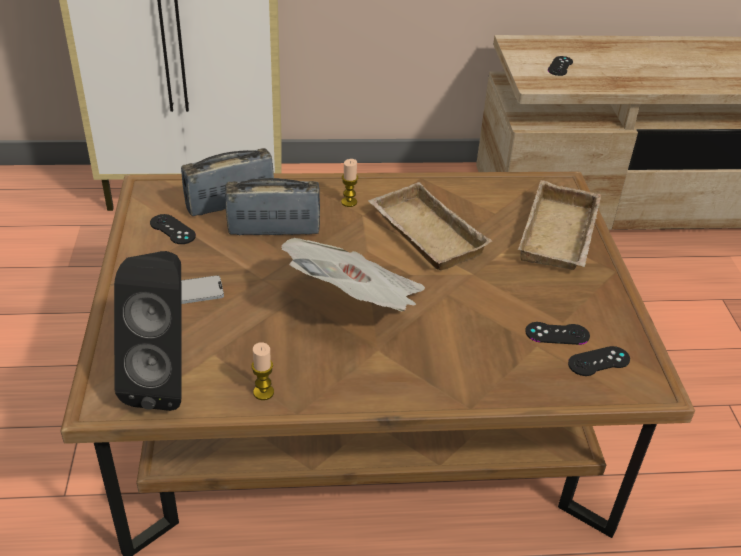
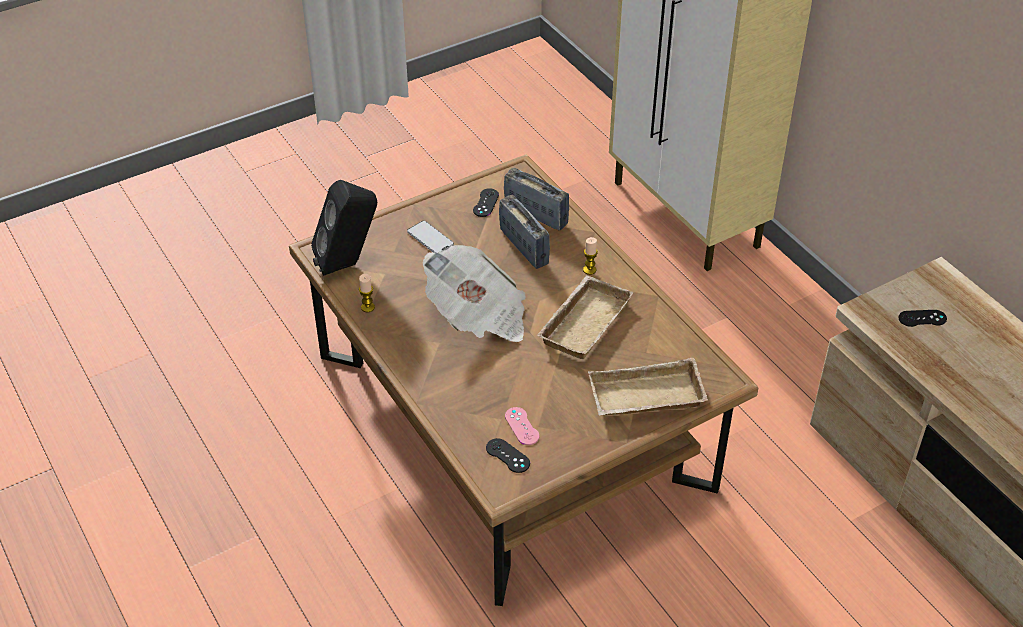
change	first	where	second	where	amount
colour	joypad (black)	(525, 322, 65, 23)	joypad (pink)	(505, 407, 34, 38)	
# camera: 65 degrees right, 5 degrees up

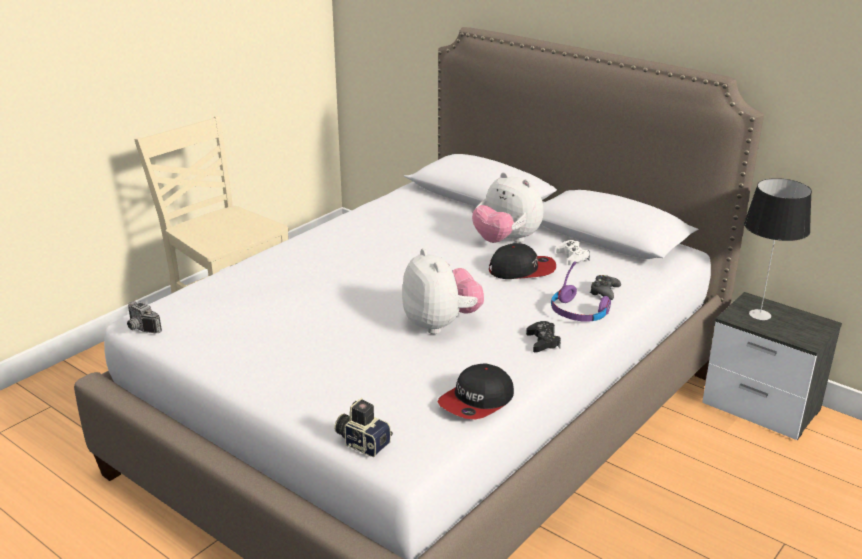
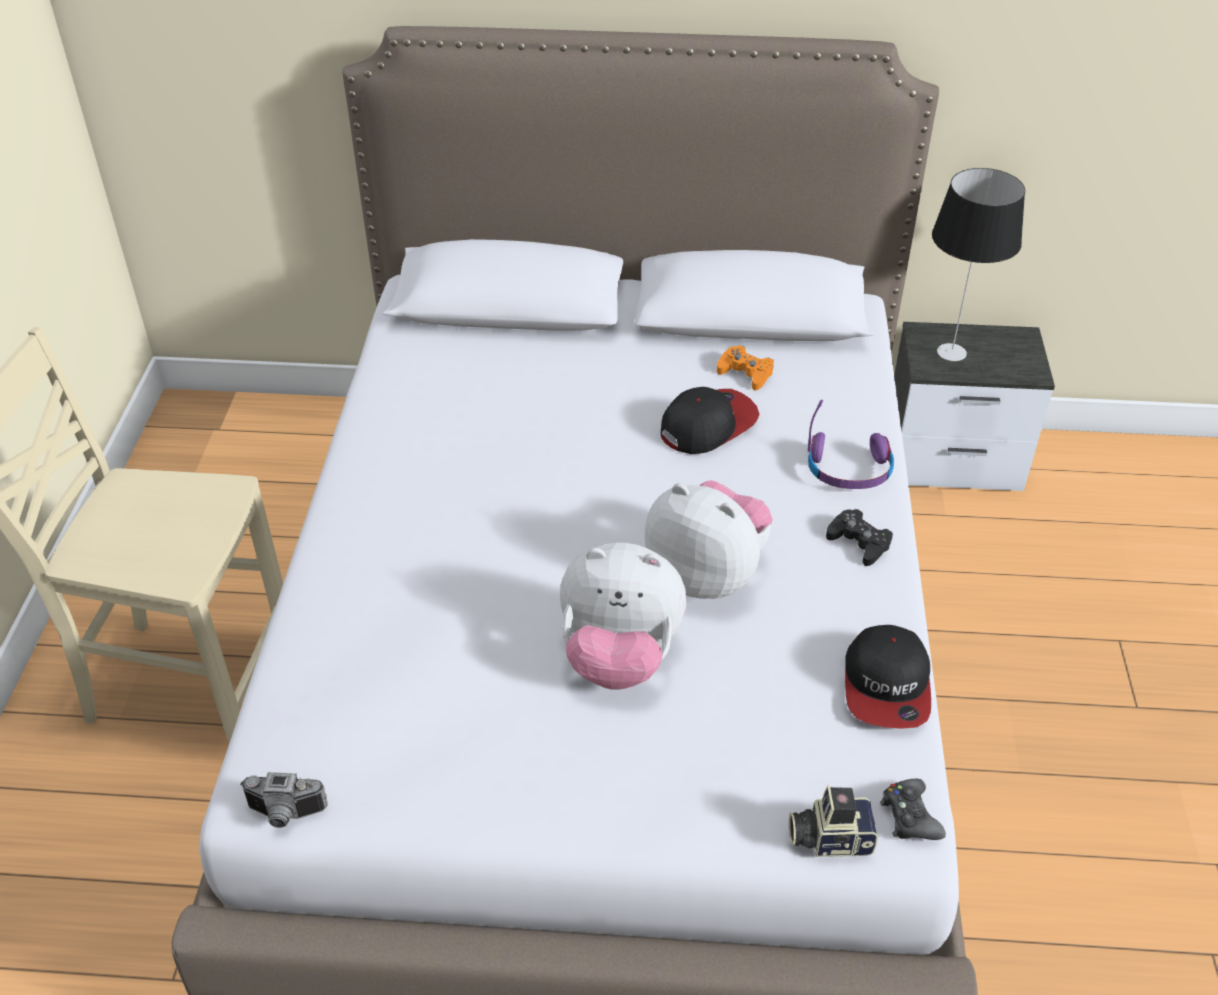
change	first	where	second	where	amount
relocated	cuddly toy	(472, 172, 71, 71)		(560, 543, 126, 147)	
relocated	joypad (black)	(590, 275, 31, 25)		(880, 779, 66, 61)	
colour	joypad (white)	(556, 240, 34, 25)	joypad (orangey)	(717, 346, 57, 44)	
# camera: 35 degrees left, 15 degrees up

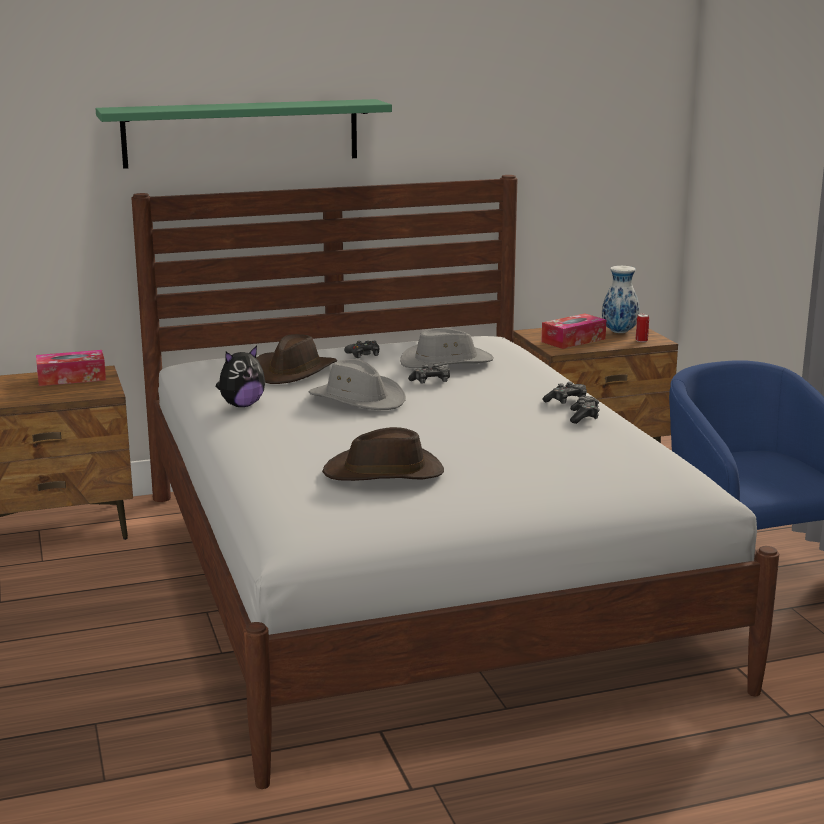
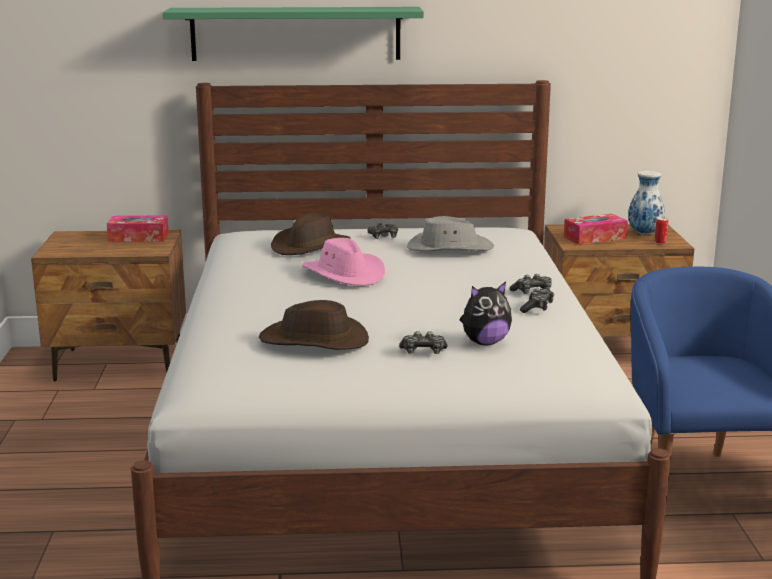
change	first	where	second	where	amount
relocated	cuddly toy	(215, 346, 50, 61)		(460, 282, 52, 63)	
relocated	joypad	(408, 364, 42, 20)		(399, 331, 49, 23)	
colour	hat (greyish)	(309, 359, 97, 51)	hat (pink)	(302, 238, 83, 48)	
# camera: 15 degrees right, 0 degrees up

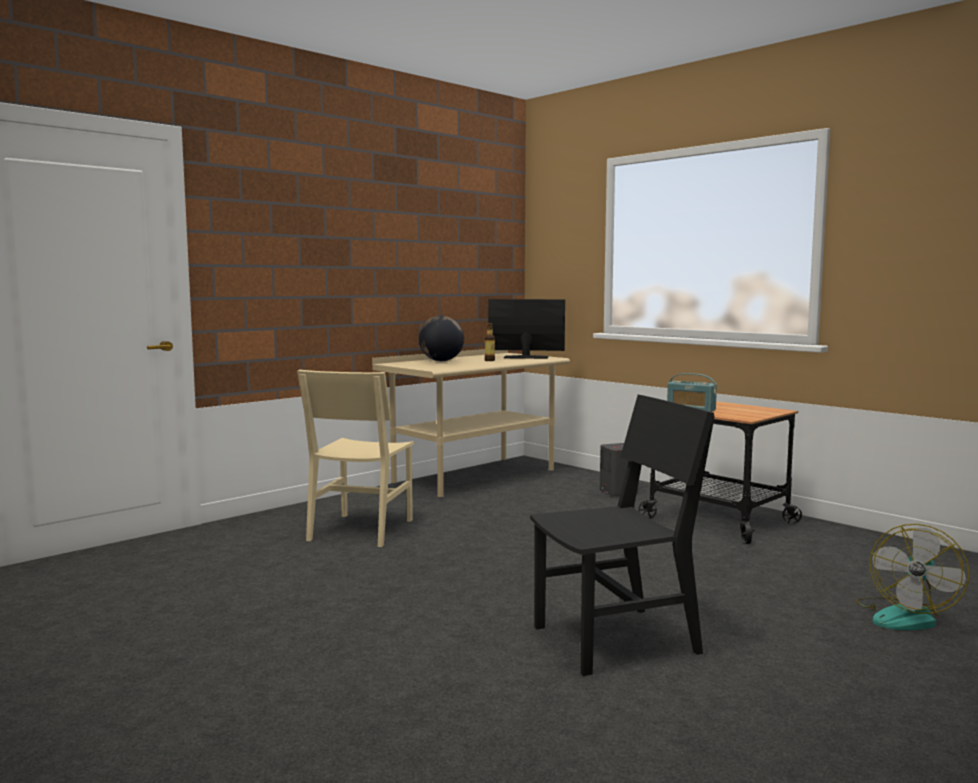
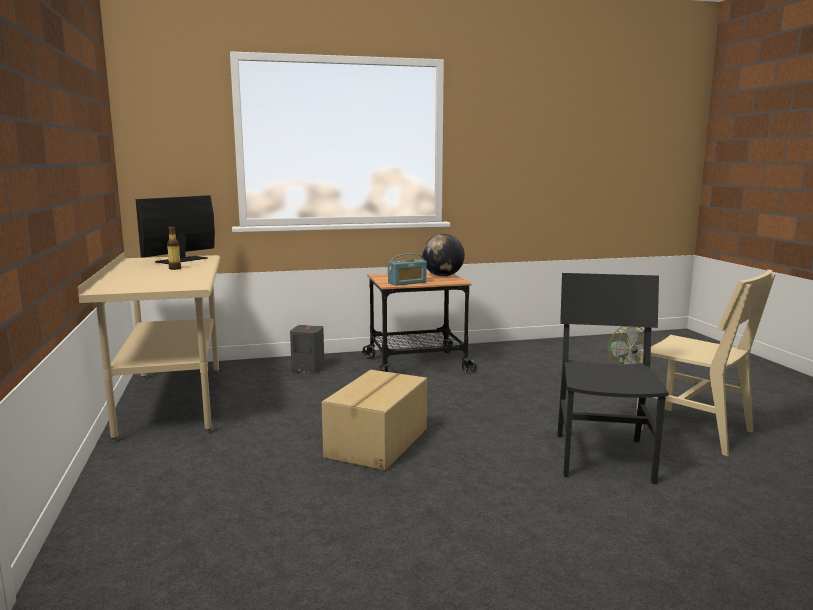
change	first	where	second	where	amount
appeared			packing box	(322, 370, 105, 100)	
relocated	plain chair (sand-coloured)	(297, 370, 118, 177)		(635, 269, 141, 187)	
relocated	desk globe	(418, 316, 46, 45)		(422, 234, 43, 43)	
# camera: 60 degrees left, 5 degrees up

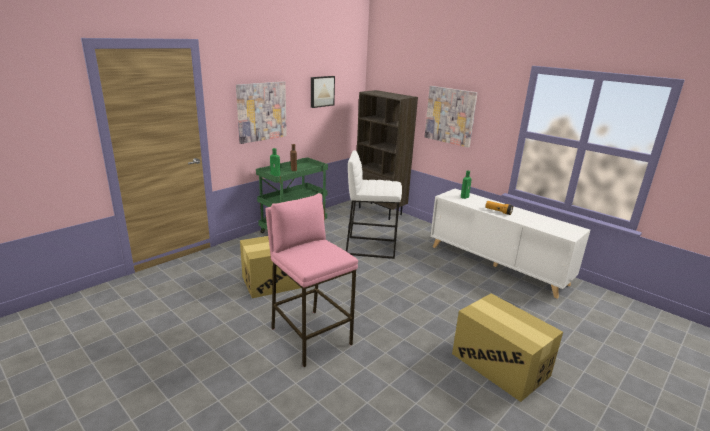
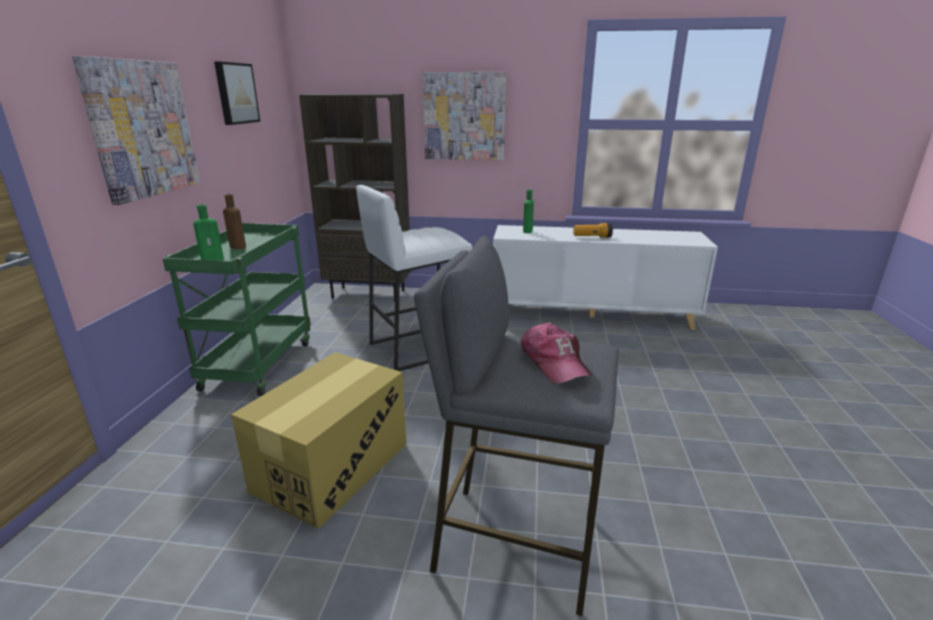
change	first	where	second	where	amount
missing	packing box	(452, 293, 111, 109)			
appeared			cap	(521, 322, 72, 62)	
colour	stool seat (pink)	(265, 193, 93, 174)	stool seat (greyish)	(414, 236, 205, 380)	
# camera: 35 degrees left, 0 degrees up

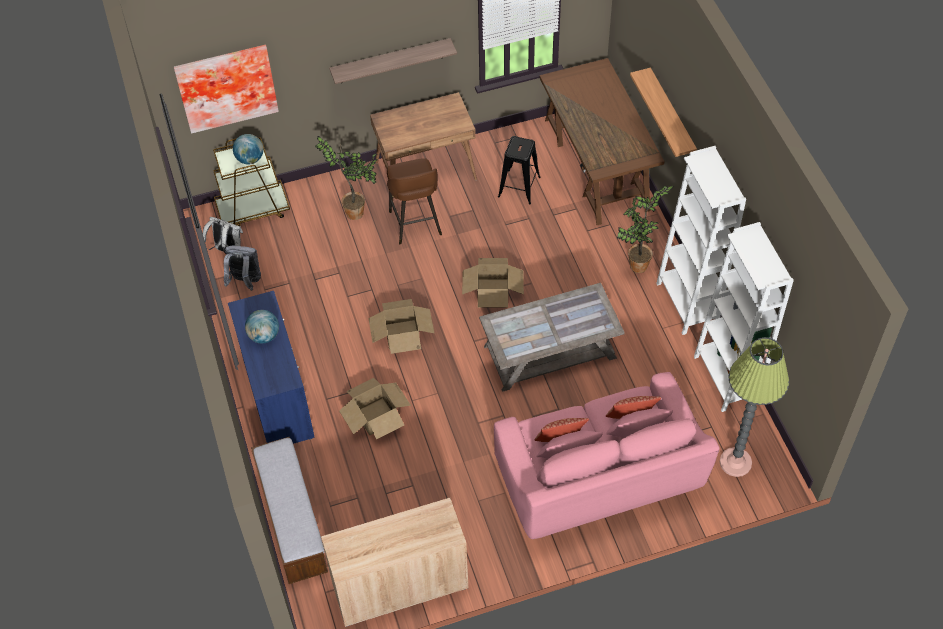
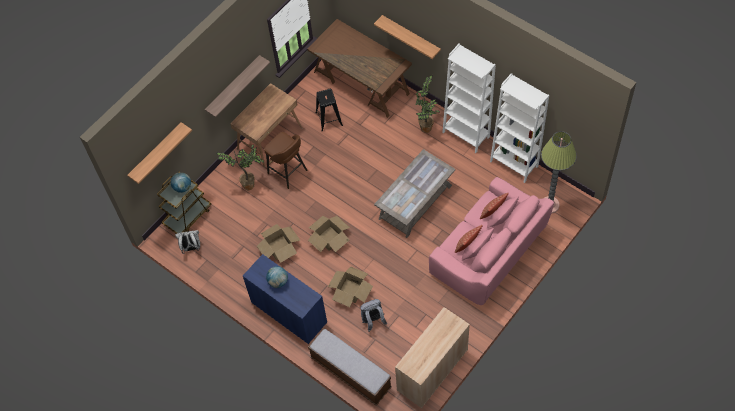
change	first	where	second	where	amount
relocated	knapsack (greyish)	(224, 246, 37, 45)		(360, 299, 27, 33)	
relocated	packing box	(462, 258, 62, 49)		(257, 224, 44, 39)	
exchanged	wall picture	(174, 45, 105, 89)	shelf	(127, 122, 65, 62)	
# camera: 30 degrees left, 5 degrees up

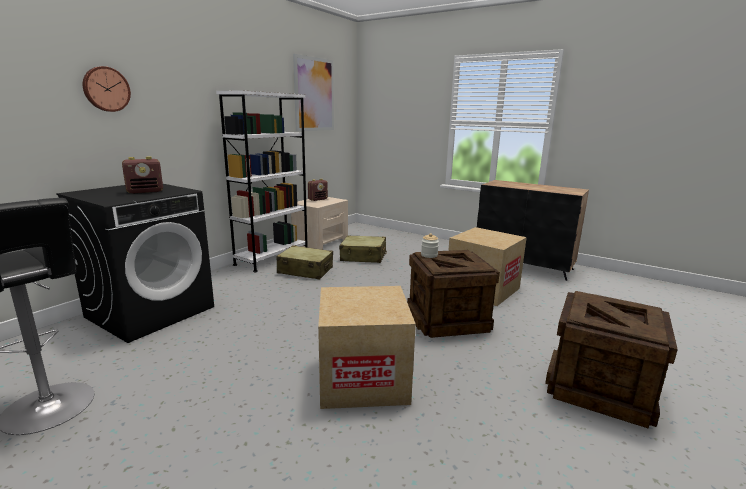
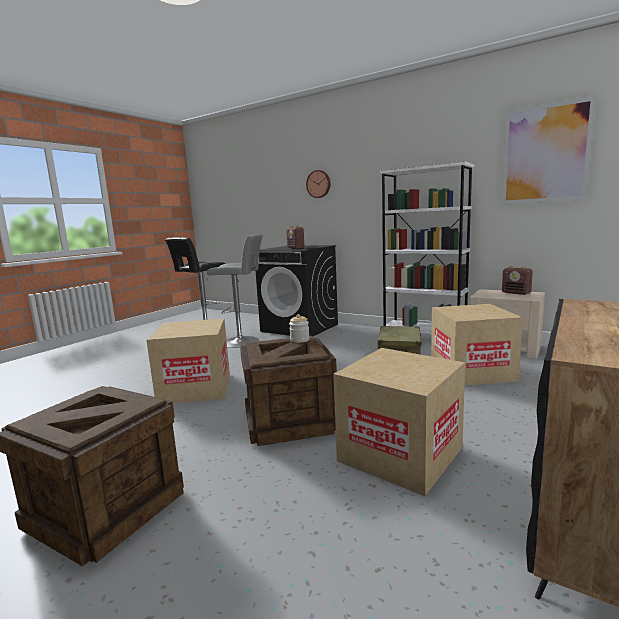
change	first	where	second	where	amount
appeared			stool seat (greyish)	(206, 234, 57, 114)	
exchanged	suitcase (sand-coloured)	(339, 235, 48, 28)	packing box	(431, 304, 92, 81)	
# camera: 90 degrees right, 5 degrees down

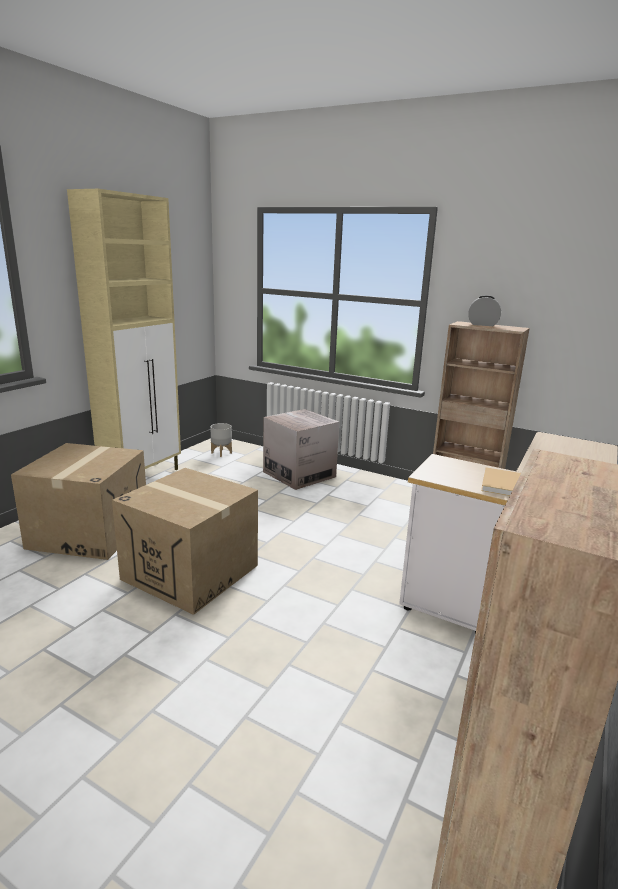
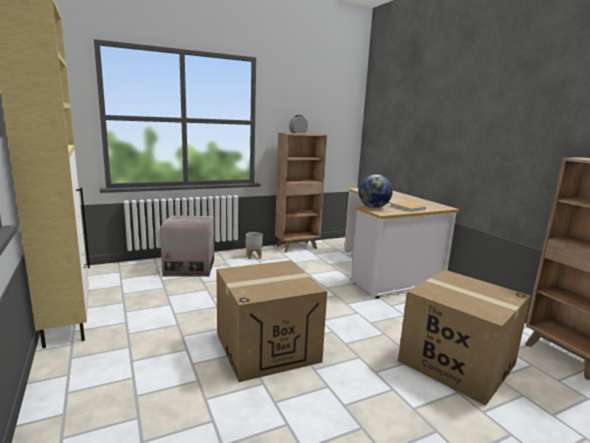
change	first	where	second	where	amount
appeared			desk globe	(358, 174, 35, 34)	
relocated	packing box	(11, 443, 135, 117)		(398, 270, 133, 135)	
relocated	planter (greyish)	(210, 423, 22, 34)		(246, 232, 17, 27)	
# camera: 55 degrees left, 5 degrees down

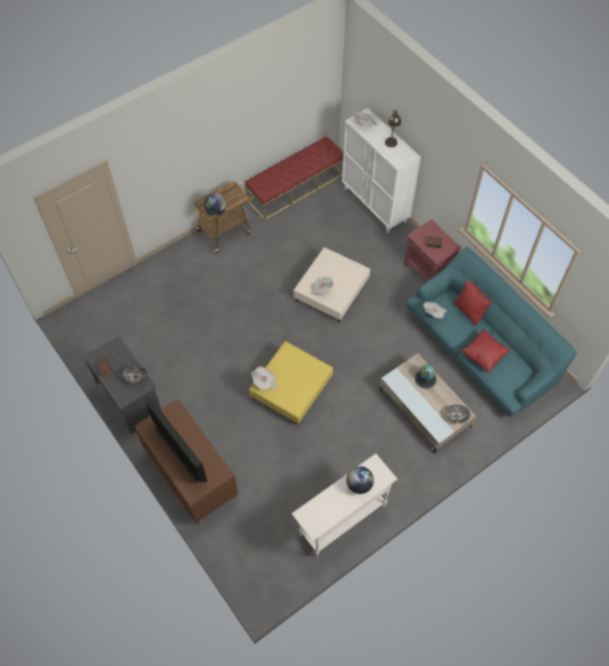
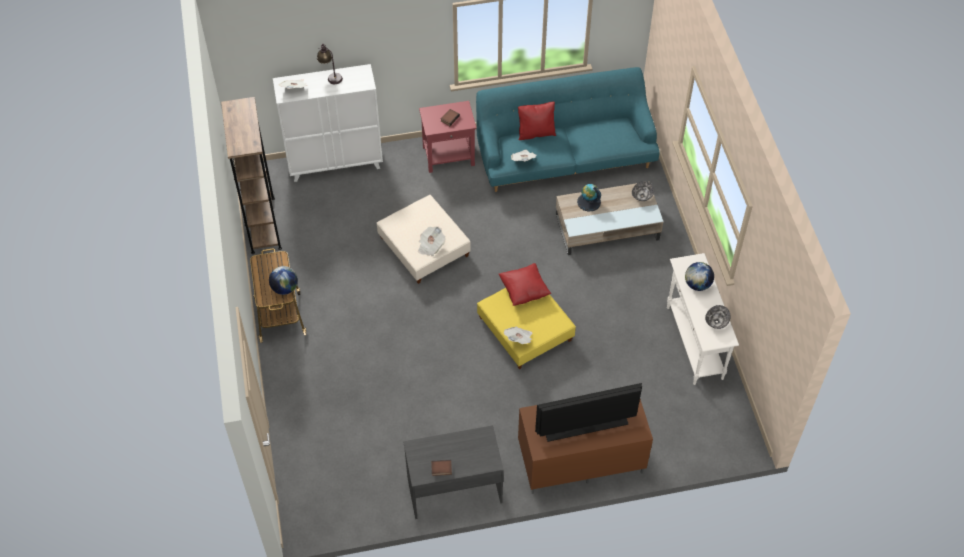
change	first	where	second	where	amount
relocated	serving bowl	(122, 365, 25, 19)		(705, 305, 26, 24)	
relocated	throw pillow (reddish)	(461, 329, 50, 43)		(499, 263, 52, 43)	
exchanged	bench (reddish)	(245, 136, 98, 85)	shelving unit (brown)	(221, 97, 61, 157)	
# camera: 65 degrees left, 5 degrees down

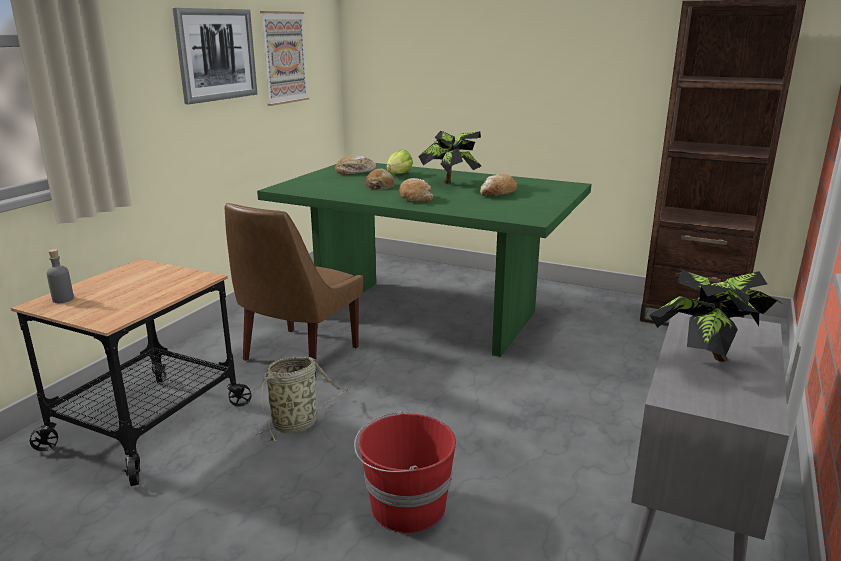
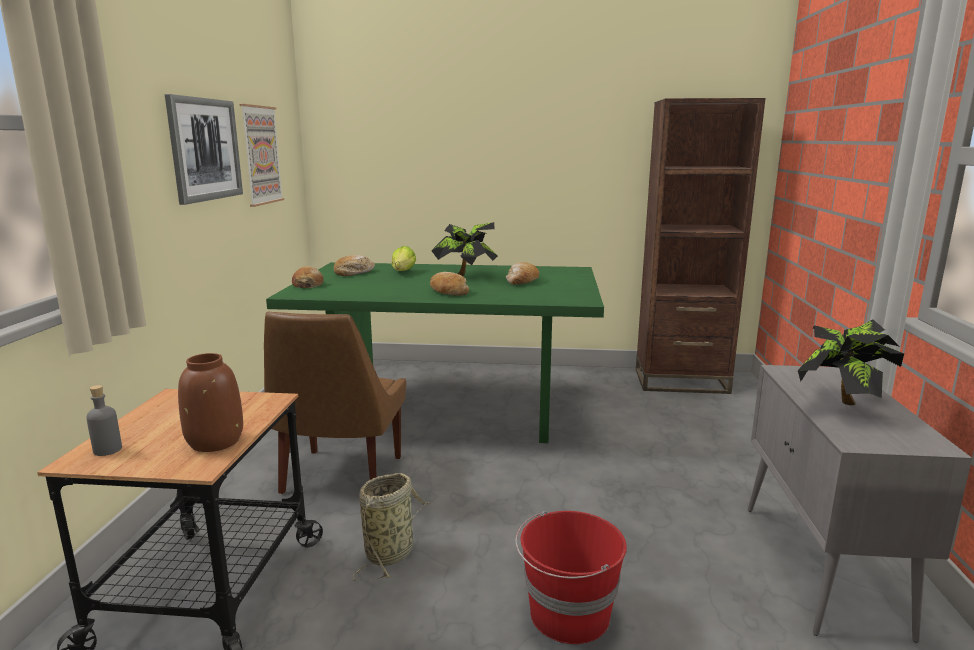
change	first	where	second	where	amount
appeared			vase (brown)	(178, 353, 65, 99)	
relocated	bread	(365, 169, 29, 21)		(292, 266, 31, 22)	
# camera: 20 degrees left, 5 degrees down

